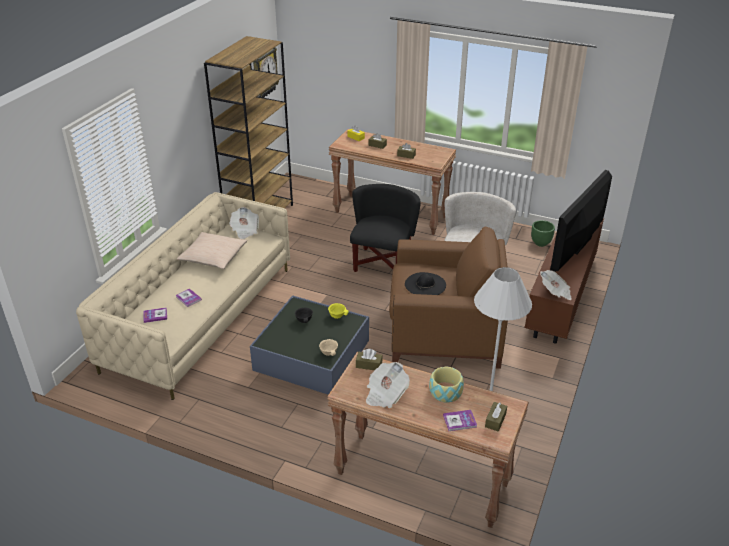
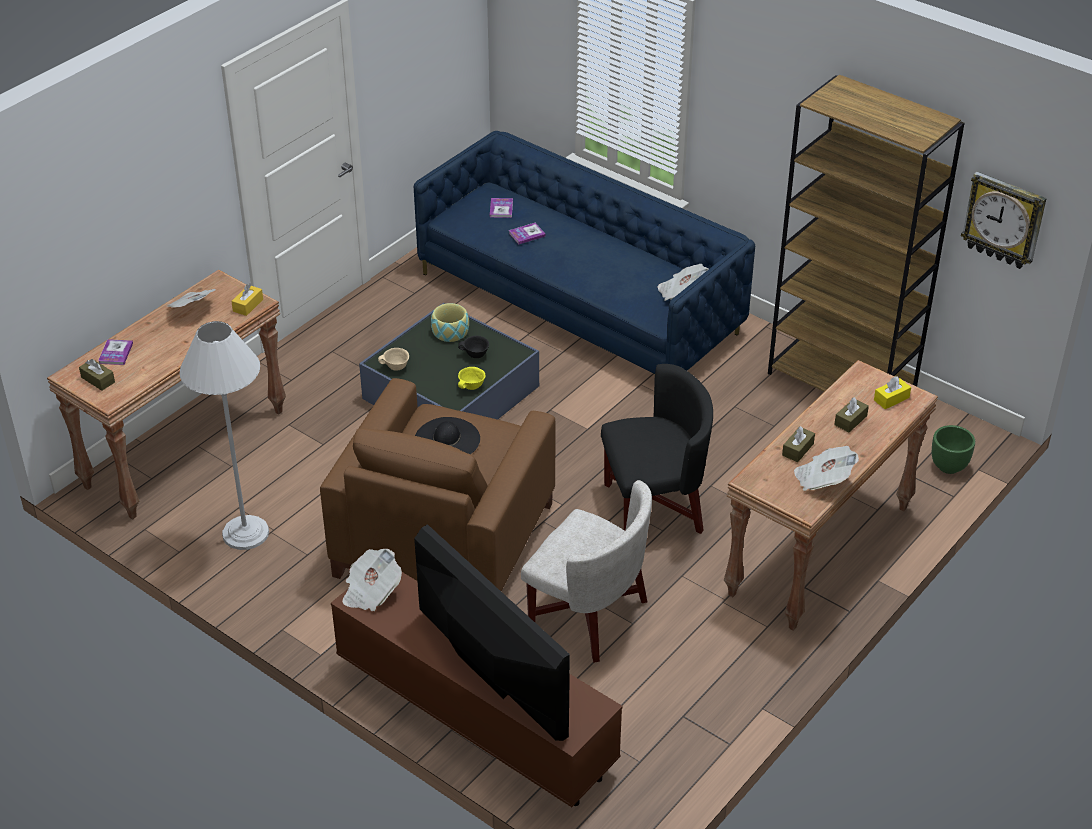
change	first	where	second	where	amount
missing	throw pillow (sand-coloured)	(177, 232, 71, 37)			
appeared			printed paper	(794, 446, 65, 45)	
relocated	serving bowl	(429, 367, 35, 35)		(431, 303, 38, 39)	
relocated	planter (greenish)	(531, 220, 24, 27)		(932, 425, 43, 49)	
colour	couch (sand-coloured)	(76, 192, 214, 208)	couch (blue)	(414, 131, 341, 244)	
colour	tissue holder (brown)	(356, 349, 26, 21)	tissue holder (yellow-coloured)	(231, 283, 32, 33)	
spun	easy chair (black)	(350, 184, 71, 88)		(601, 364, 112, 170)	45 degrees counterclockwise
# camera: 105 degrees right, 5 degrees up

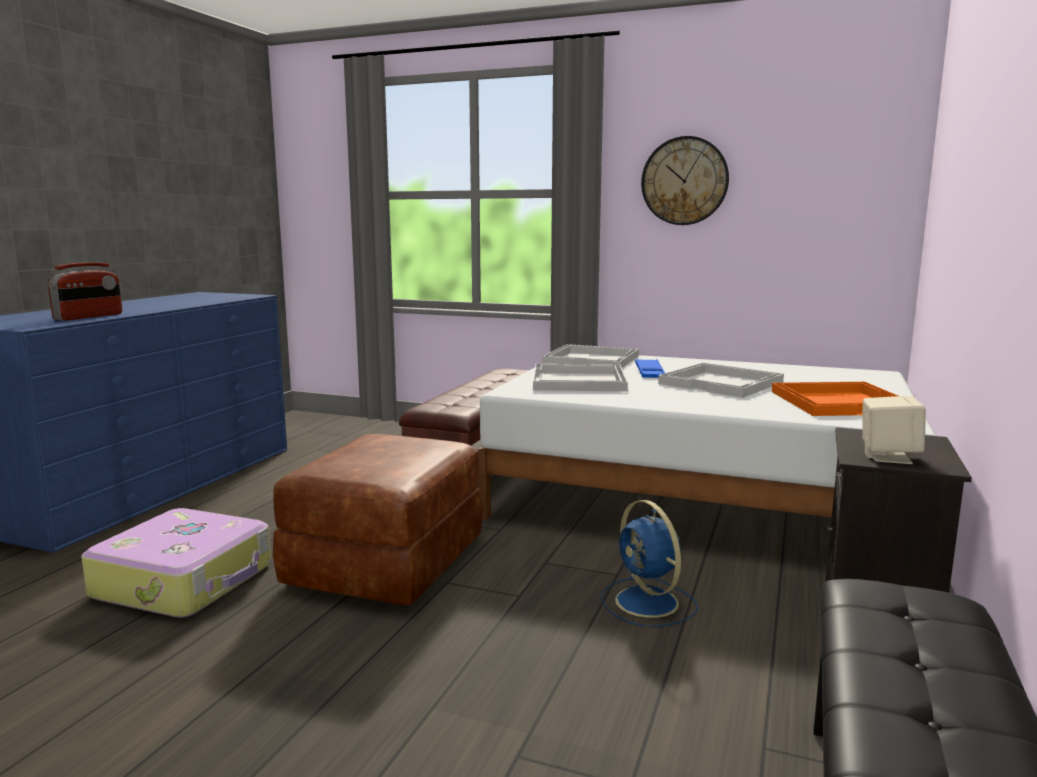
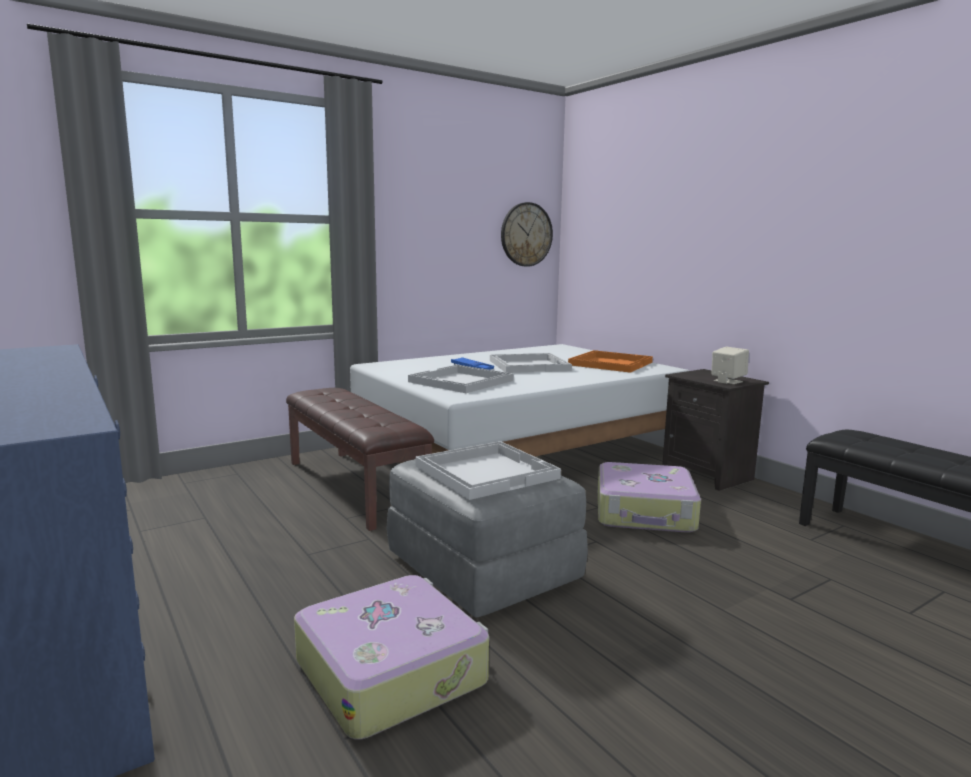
change	first	where	second	where	amount
missing	radio set	(48, 262, 74, 59)			
relocated	tray (white)	(542, 344, 97, 24)		(415, 441, 146, 59)	
relocated	wall clock	(641, 136, 88, 89)		(501, 202, 52, 65)	
exchanged	fan (blue)	(601, 500, 97, 127)	suitcase	(598, 462, 103, 71)	
colour	pouffe (brown)	(273, 434, 210, 171)	pouffe (greyish)	(387, 459, 201, 159)	
# camera: 55 degrees left, 0 degrees up

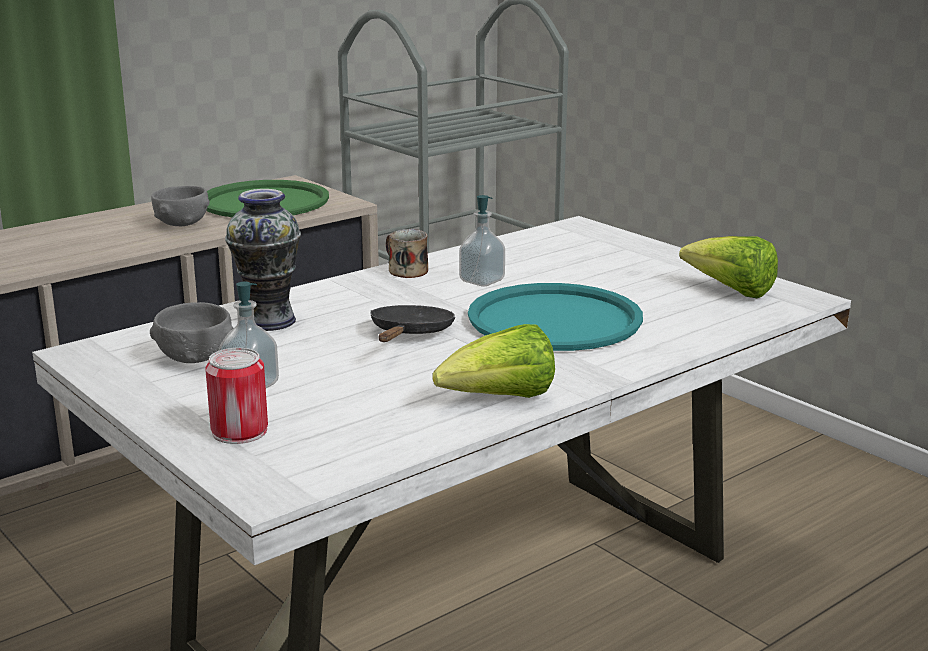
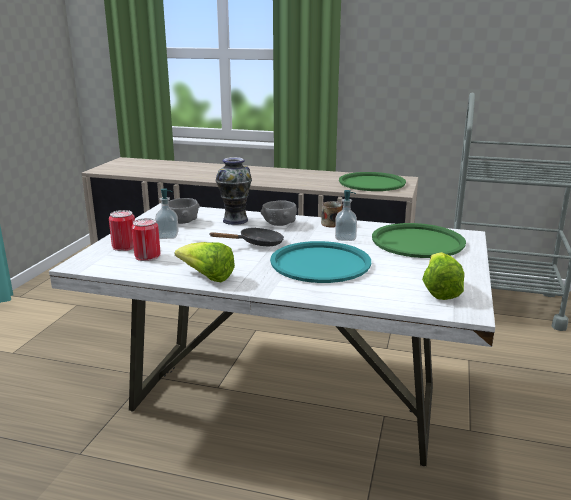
change	first	where	second	where	amount
appeared			sealed can	(131, 218, 30, 43)	
appeared			tray (greenish)	(372, 223, 94, 35)	
relocated	serving bowl (greyish)	(151, 186, 59, 41)		(261, 200, 36, 26)	
# camera: 55 degrees right, 0 degrees up

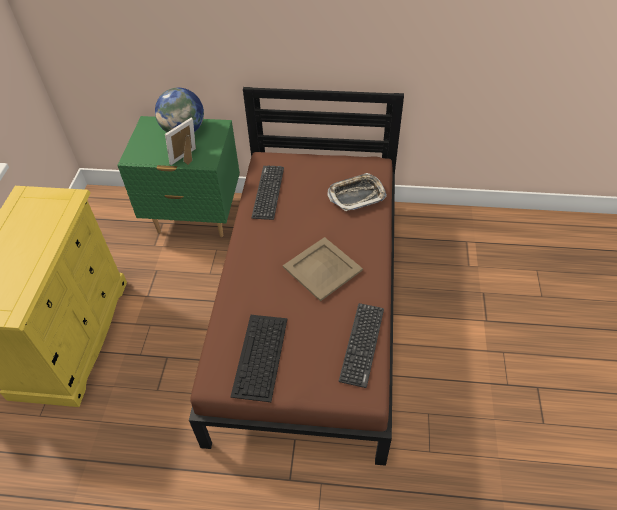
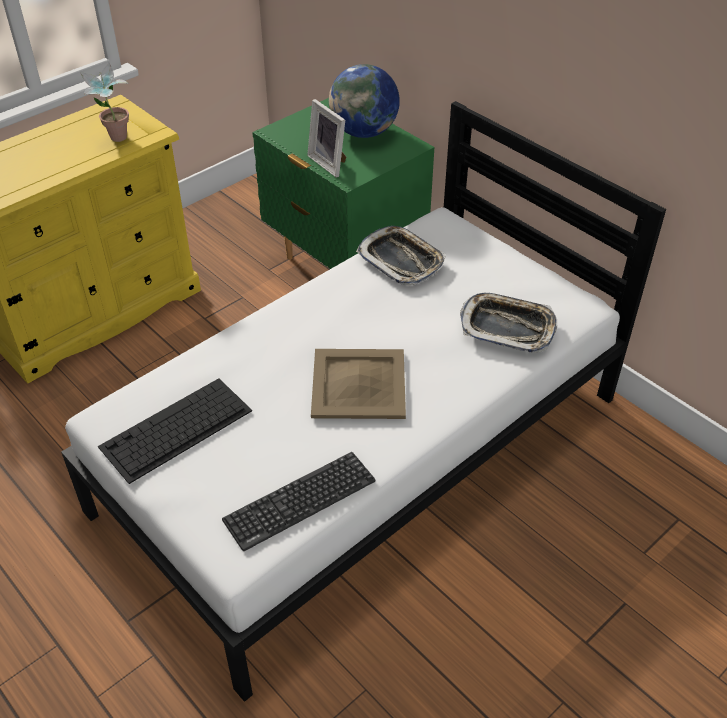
change	first	where	second	where	amount
appeared			potted plant	(80, 62, 49, 80)	
exchanged	keyboard	(251, 166, 33, 54)	tray	(356, 226, 90, 60)	
colour	bedroom bed (brown)	(189, 87, 215, 379)	bedroom bed (white)	(61, 101, 605, 601)	
spun	photo frame	(165, 118, 31, 47)		(307, 99, 39, 79)	120 degrees counterclockwise
# camera: 40 degrees right, 5 degrees down

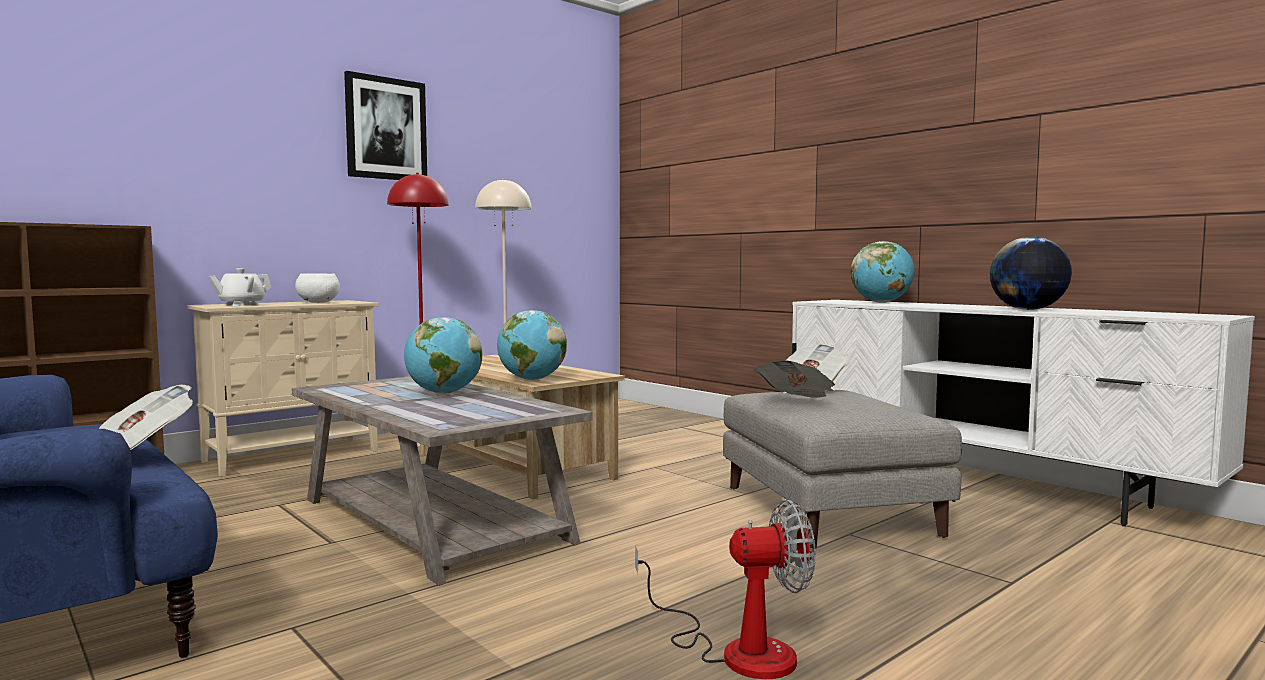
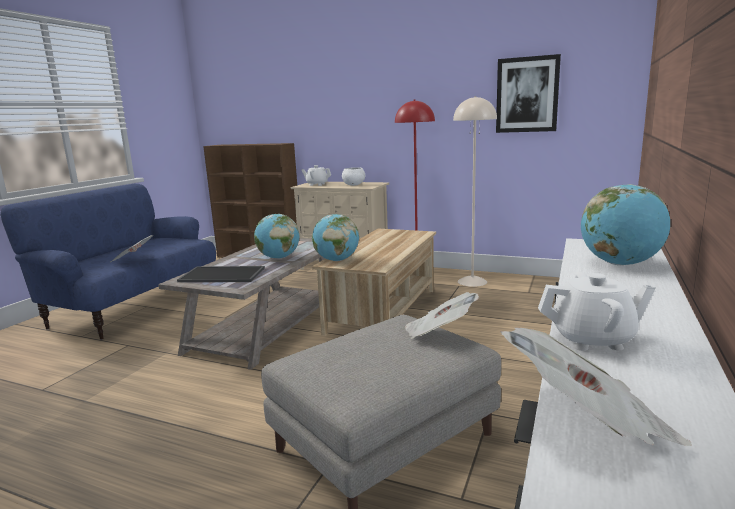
change	first	where	second	where	amount
missing	fan	(635, 500, 181, 179)			
appeared			tray	(177, 266, 88, 16)	
relocated	wall picture	(344, 71, 83, 109)		(496, 54, 65, 79)	
relocated	printed paper	(753, 360, 81, 38)		(501, 328, 191, 118)	
exchanged	desk globe	(990, 236, 82, 74)	pot for tea (white)	(538, 272, 118, 79)	
# camera: 65 degrees right, 10 degrees up

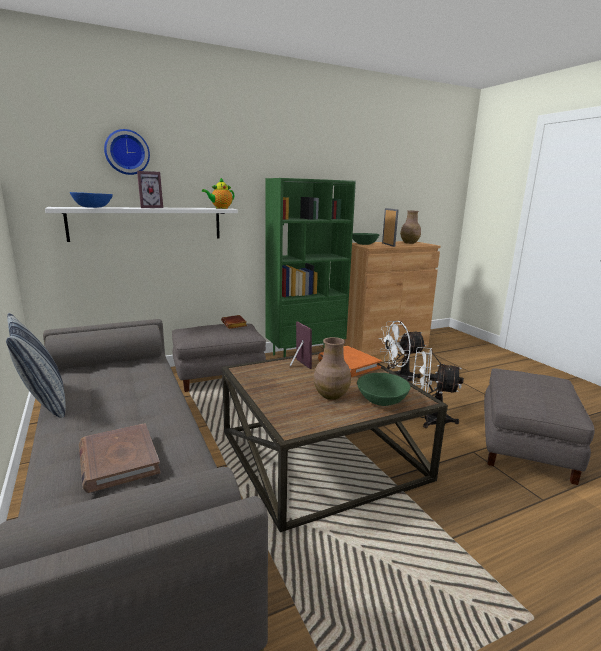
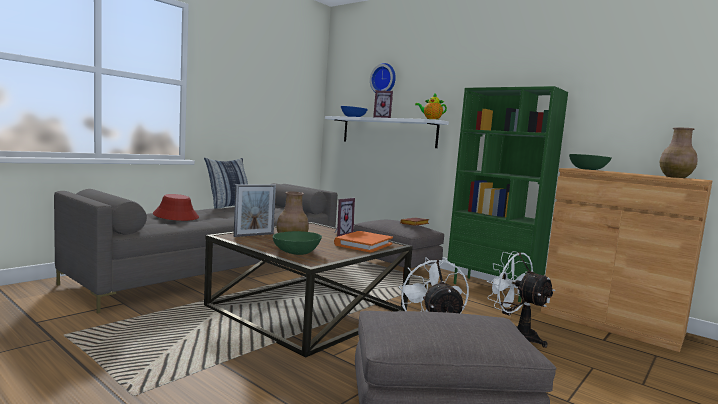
change	first	where	second	where	amount
relocated	photo frame	(382, 208, 17, 39)		(234, 184, 42, 53)	
exchanged	bound book (brown)	(79, 423, 82, 70)	hat (reddish)	(153, 194, 46, 27)	
# camera: 65 degrees right, 10 degrees down

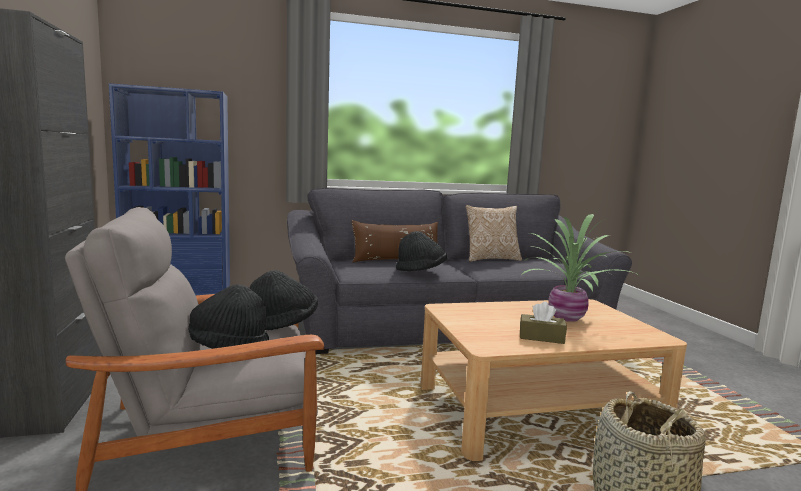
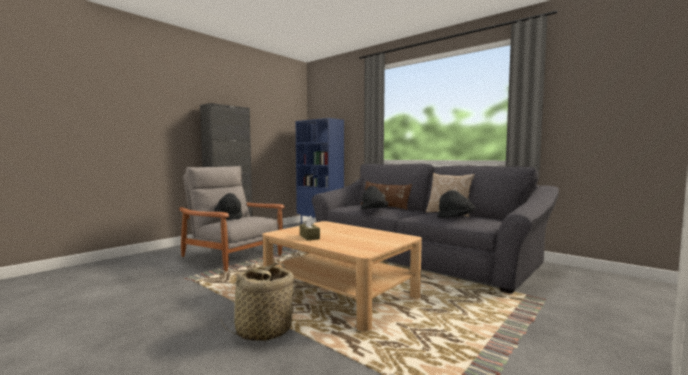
change	first	where	second	where	amount
missing	potted plant	(521, 214, 115, 108)			
relocated	hat (black)	(250, 270, 68, 60)		(438, 190, 37, 28)	
# camera: 55 degrees right, 5 degrees down

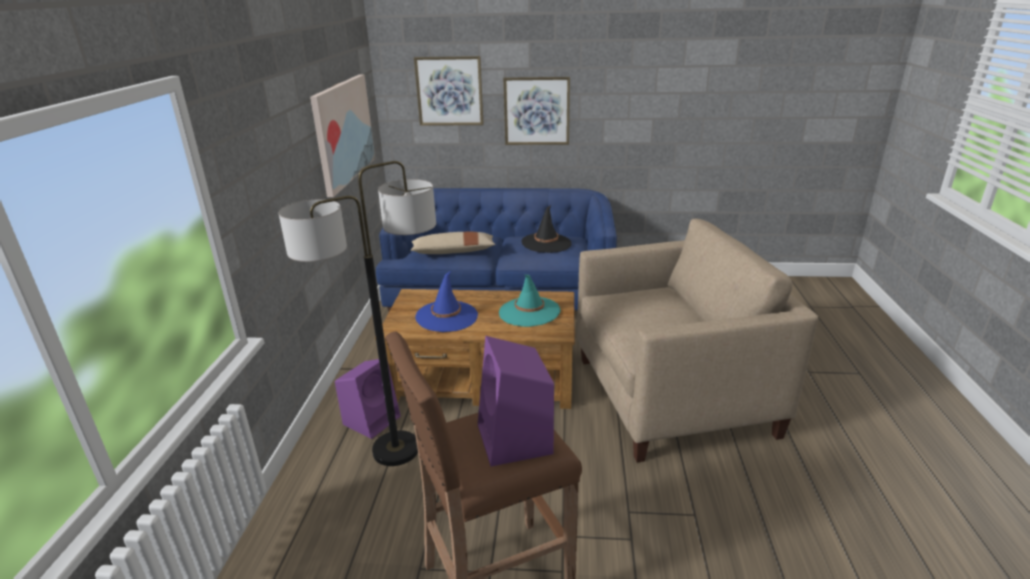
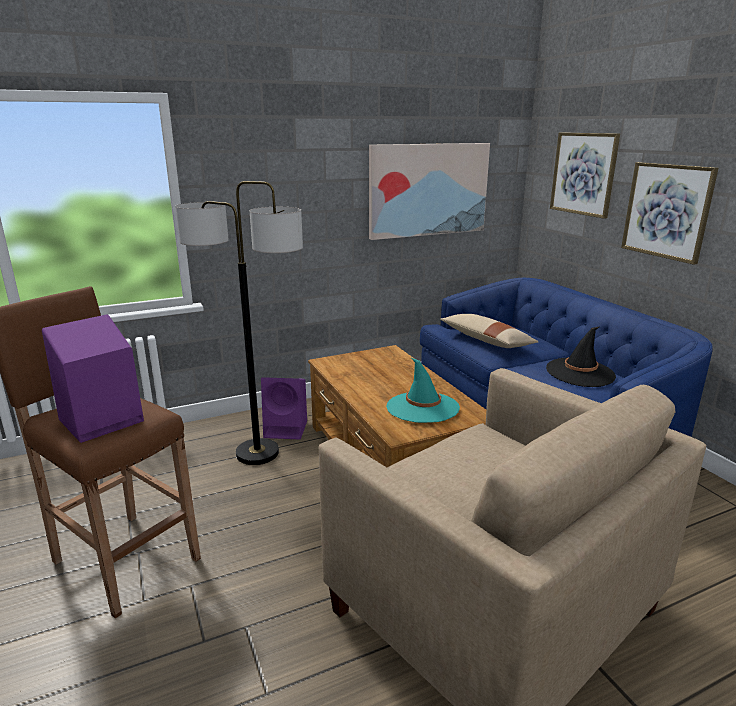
change	first	where	second	where	amount
missing	hat (blue)	(415, 271, 63, 61)			
# camera: 60 degrees right, 5 degrees down

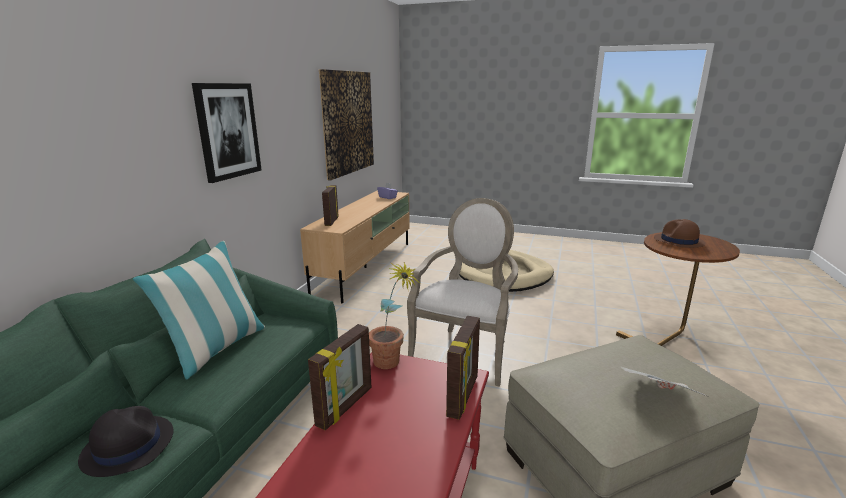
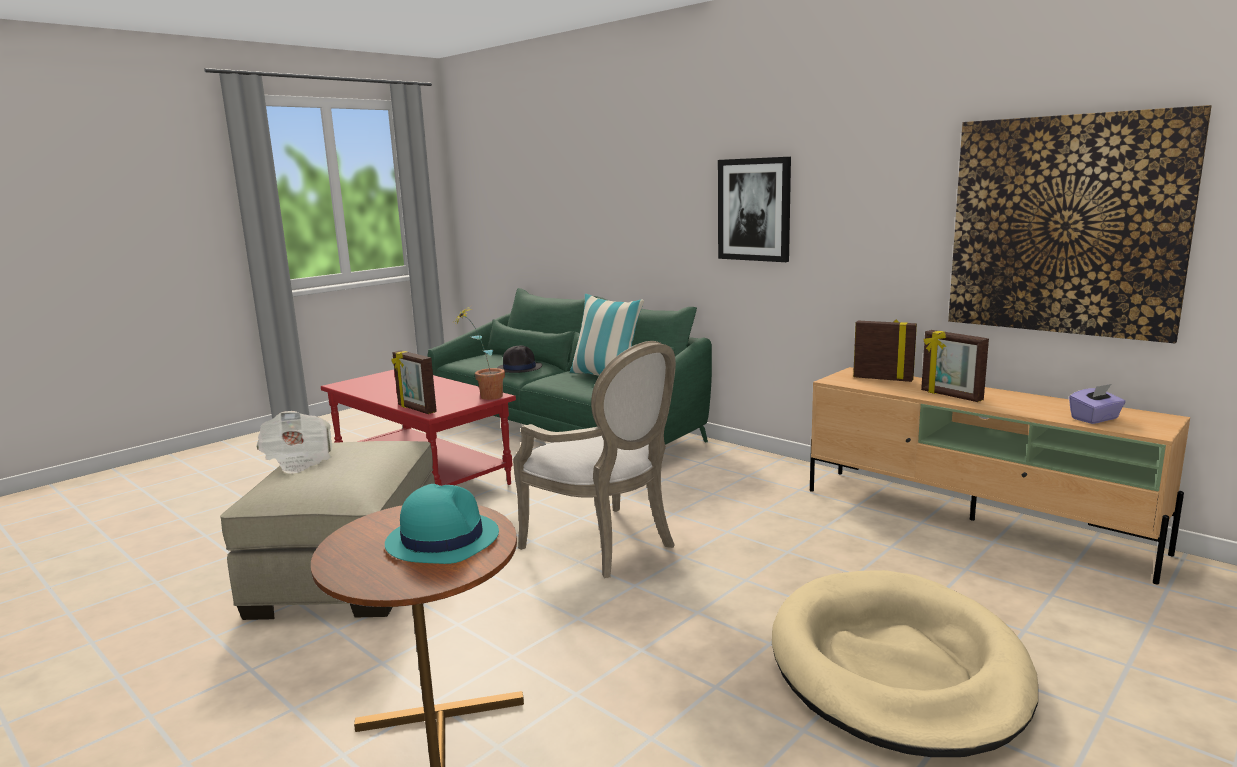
change	first	where	second	where	amount
relocated	photo frame	(308, 324, 63, 107)		(921, 330, 68, 72)	
colour	hat (brown)	(654, 219, 52, 29)	hat (turquoise-coloured)	(385, 484, 114, 80)	
# camera: 115 degrees right, 5 degrees down

